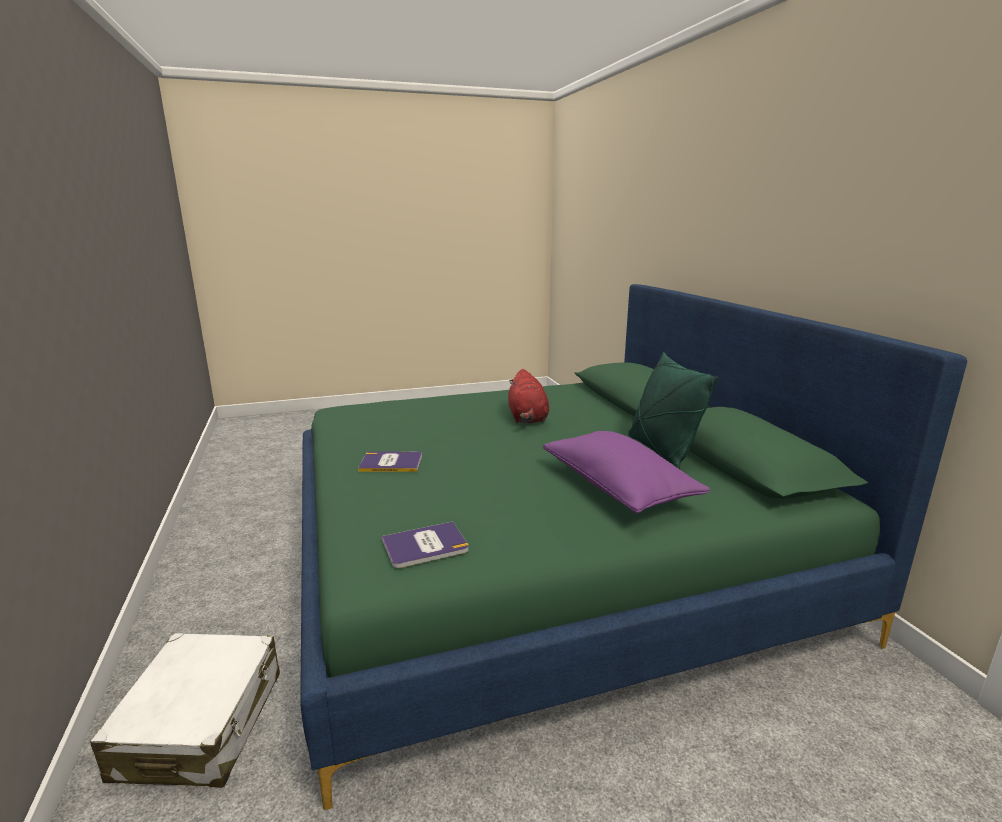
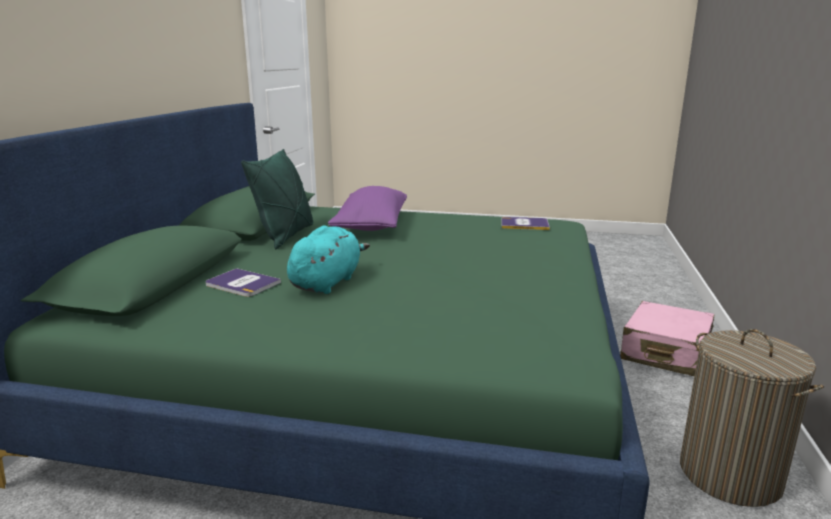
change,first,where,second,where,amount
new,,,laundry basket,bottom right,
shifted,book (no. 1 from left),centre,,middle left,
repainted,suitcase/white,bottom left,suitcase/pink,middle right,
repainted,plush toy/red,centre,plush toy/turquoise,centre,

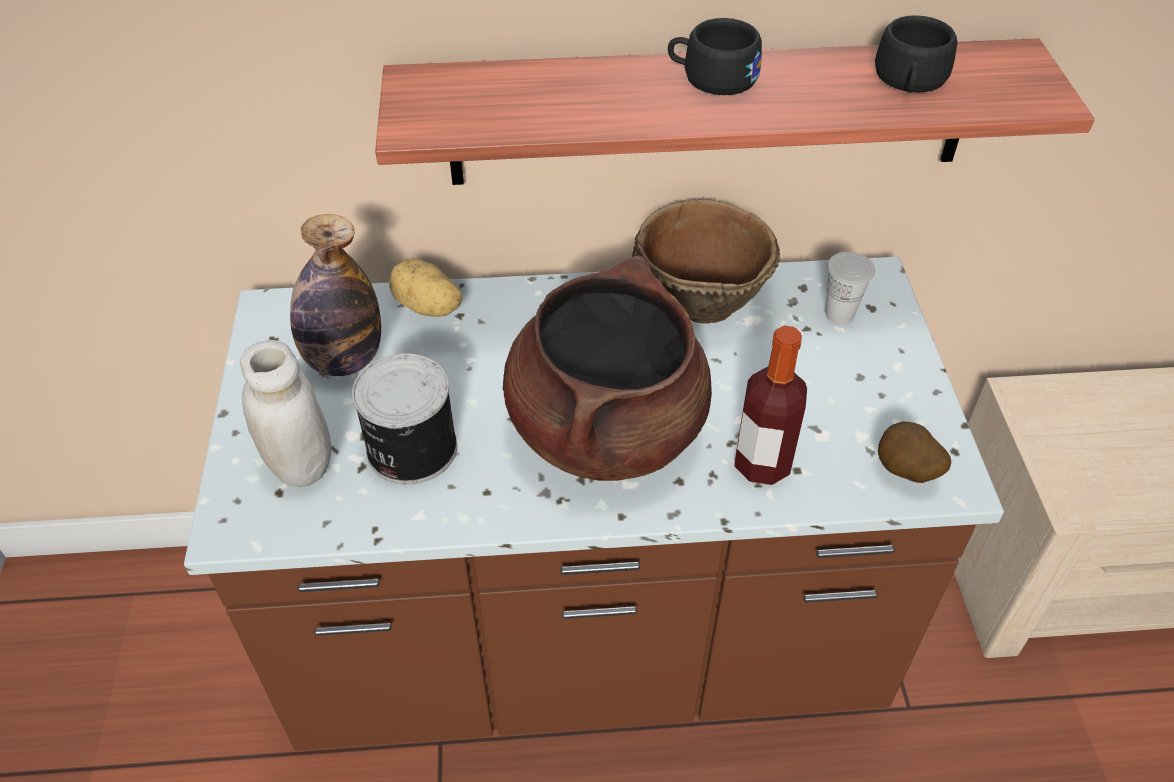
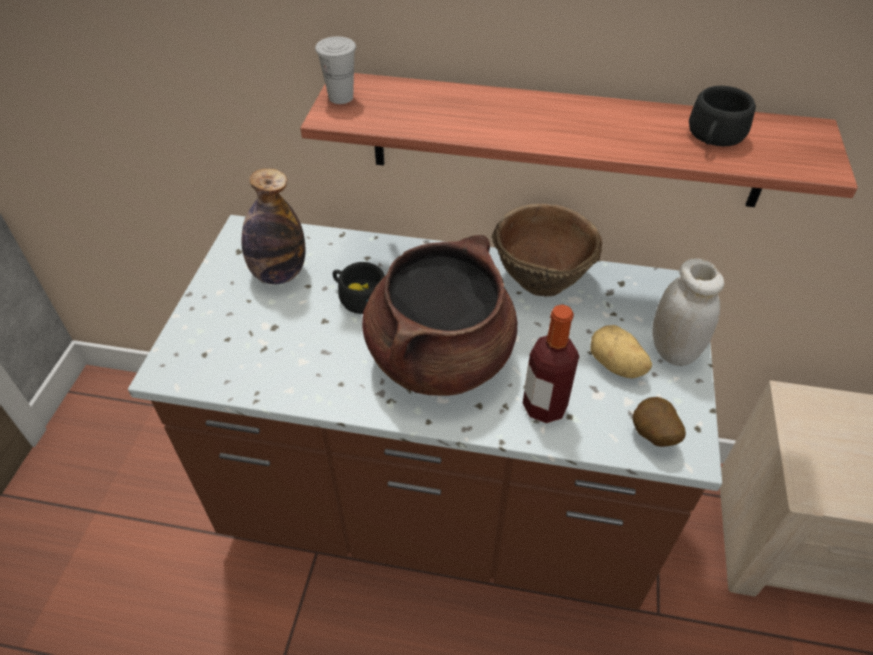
change,first,where,second,where,amount
gone,can,centre,,,
shifted,jar/white,middle left,,middle right,
shifted,potato (no. 1 from left),centre,,middle right,
shifted,cup/black (no. 1 from left),top centre,,centre,
shifted,cup/white,middle right,,top centre,

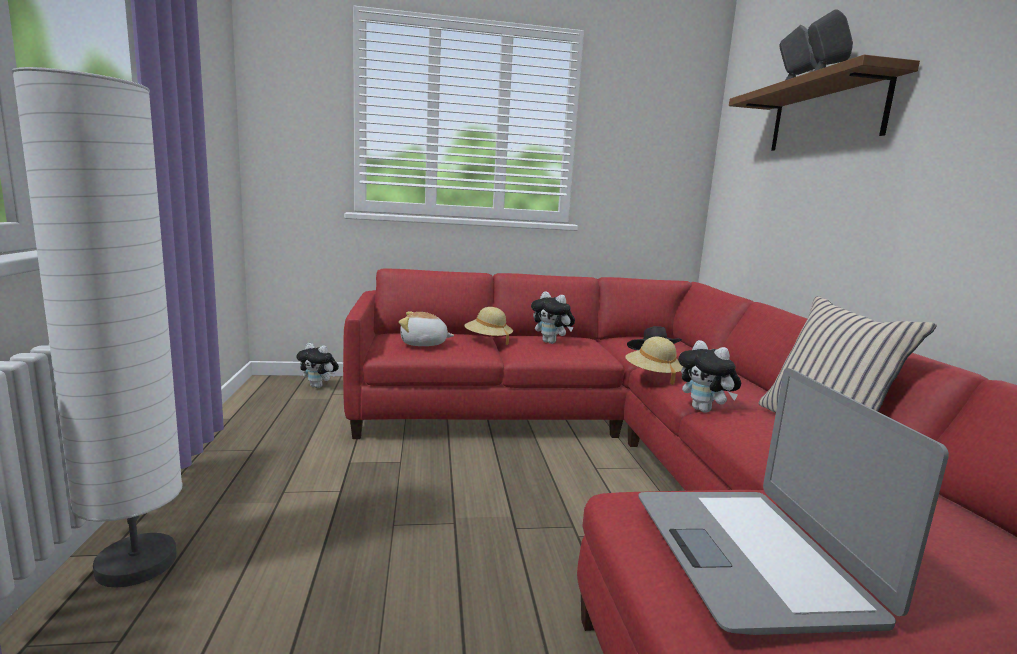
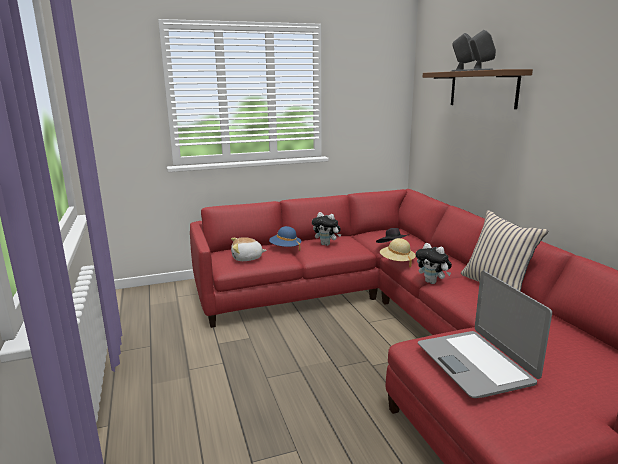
change,first,where,second,where,amount
gone,floor lamp/white,middle left,,,
gone,plush toy (no. 1 from left),middle left,,,
repainted,hat/beige (no. 1 from left),centre,hat/blue,centre,

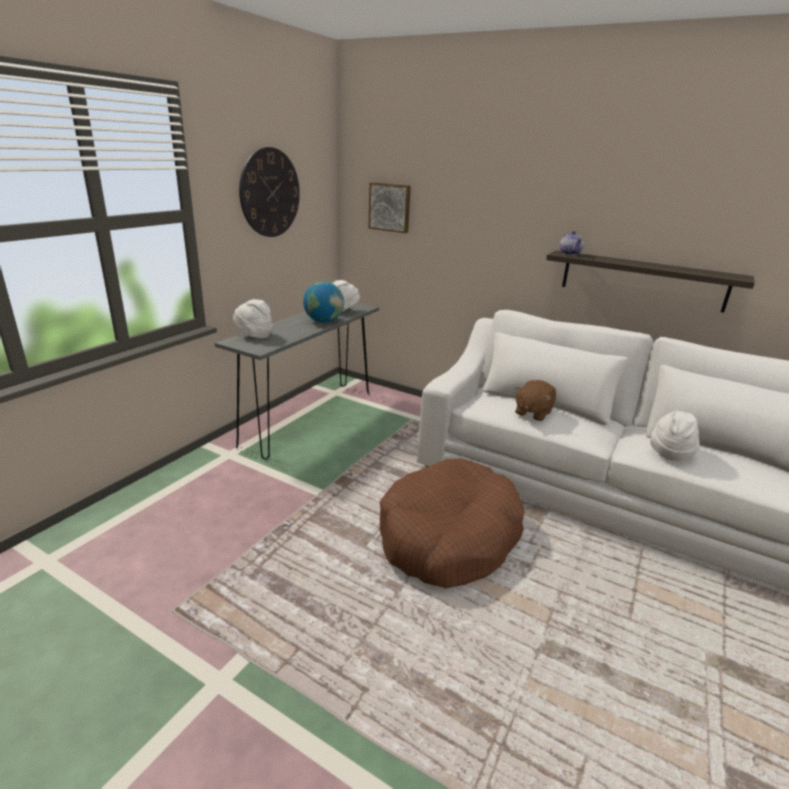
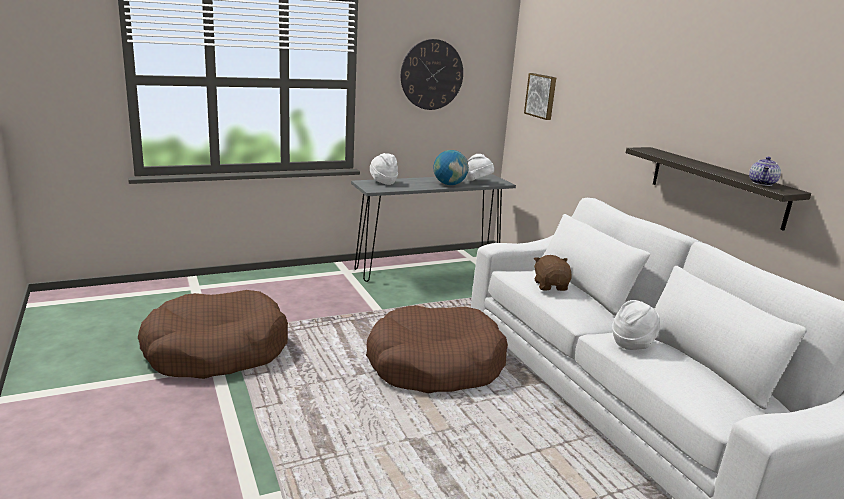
change,first,where,second,where,amount
new,,,dog bed/brown (no. 1 from left),bottom left,
shifted,teapot,top right,,middle right,
rotated,plush toy/brown,middle right,,centre,105 degrees clockwise

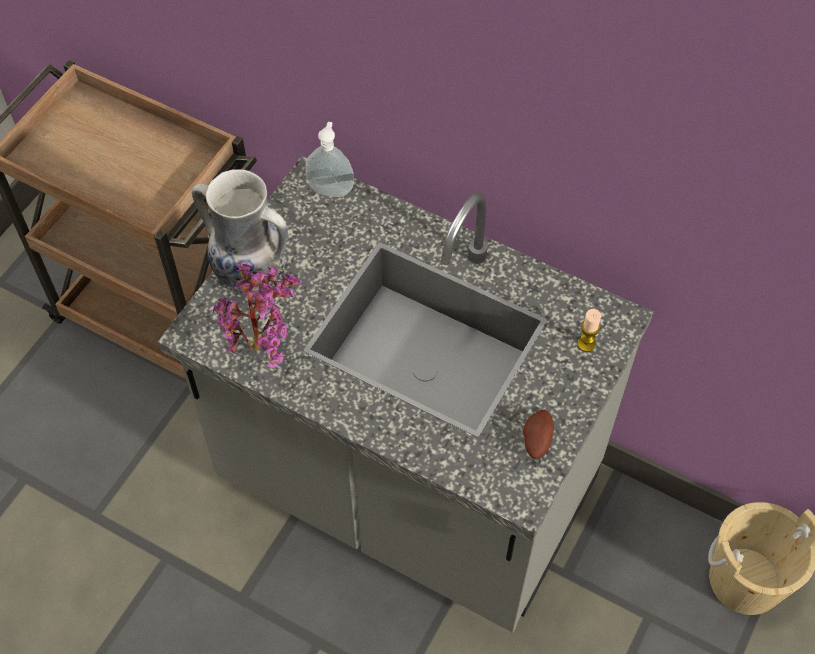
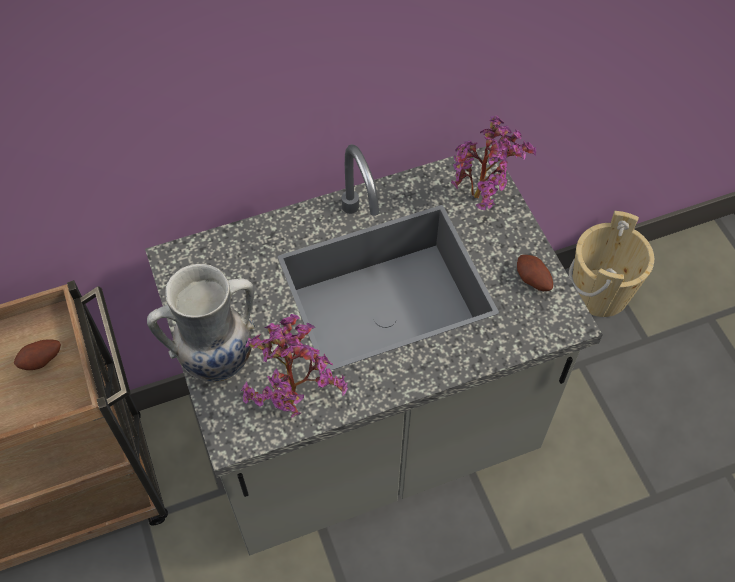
change,first,where,second,where,amount
gone,soap dispenser,top centre,,,
new,,,potato (no. 1 from left),middle left,
swapped,candle,middle right,potted plant (no. 2 from left),top right,

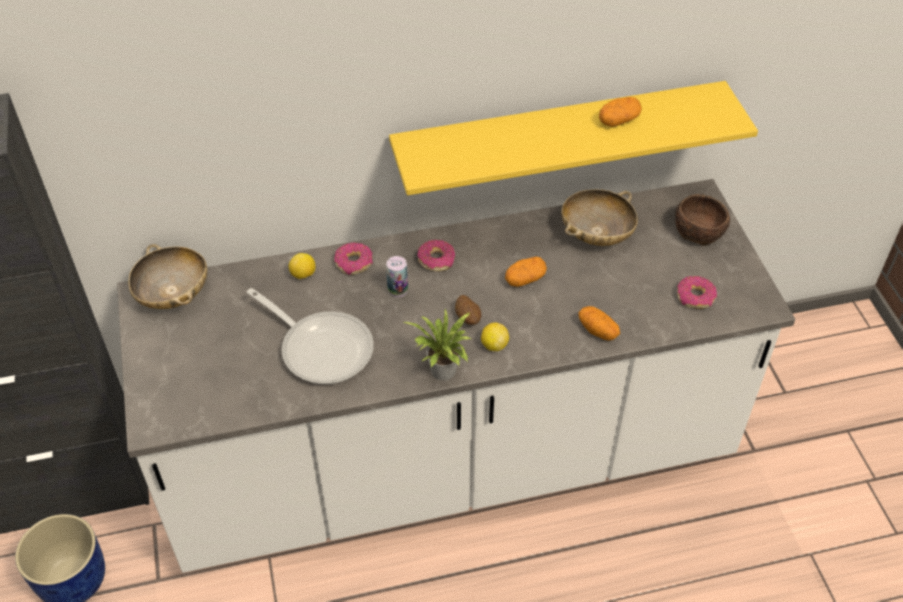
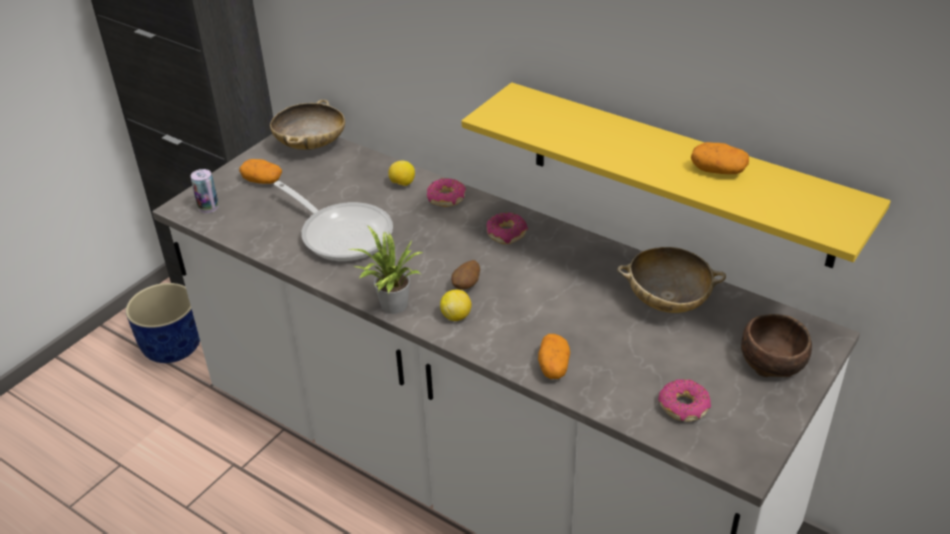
change,first,where,second,where,amount
shifted,can,centre,,middle left,
shifted,potato (no. 2 from left in the first image),centre,potato (no. 1 from left),top left,
rotated,frying pan,centre,,centre,45 degrees counterclockwise

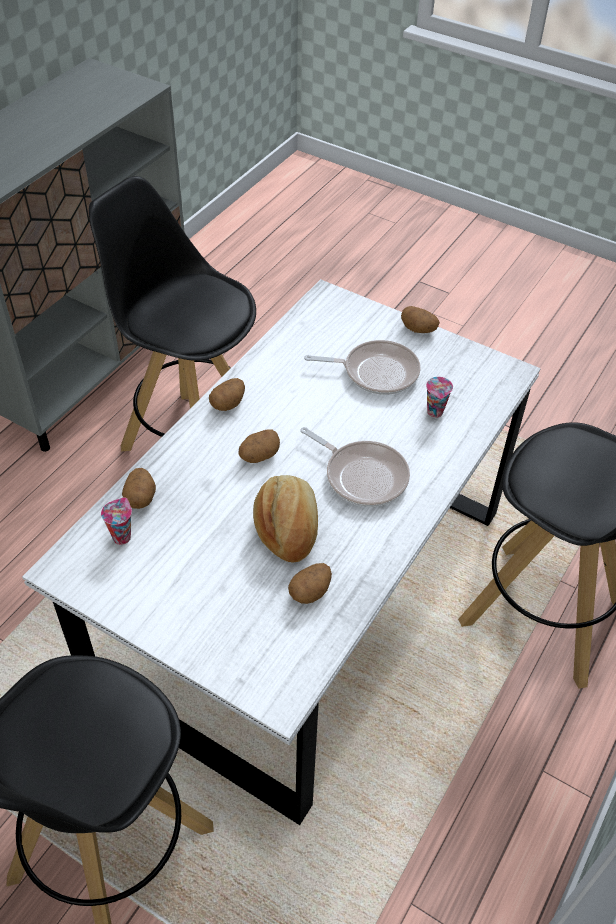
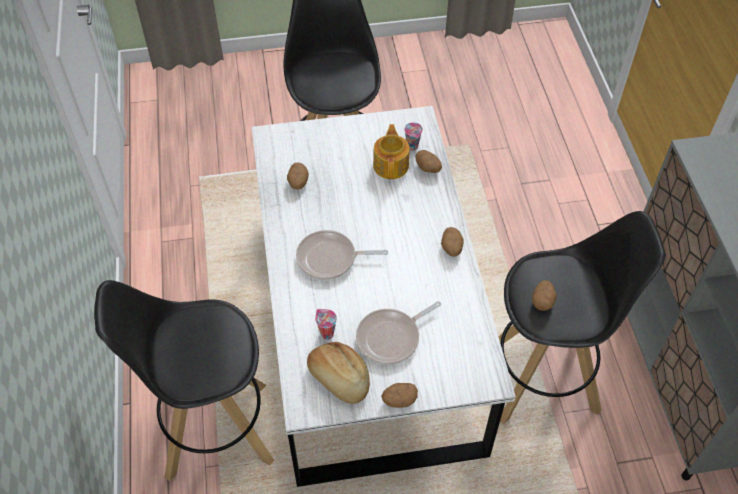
change,first,where,second,where,amount
new,,,teapot,top centre,
shifted,potato (no. 3 from left in the first image),centre,potato (no. 5 from left),middle right,
shifted,bread,centre,,bottom centre,

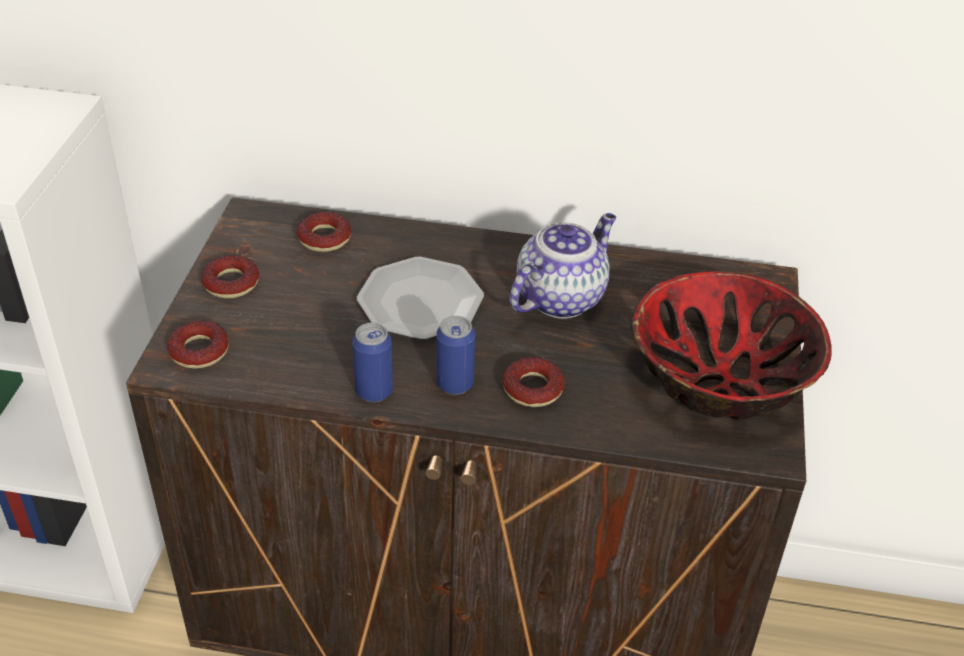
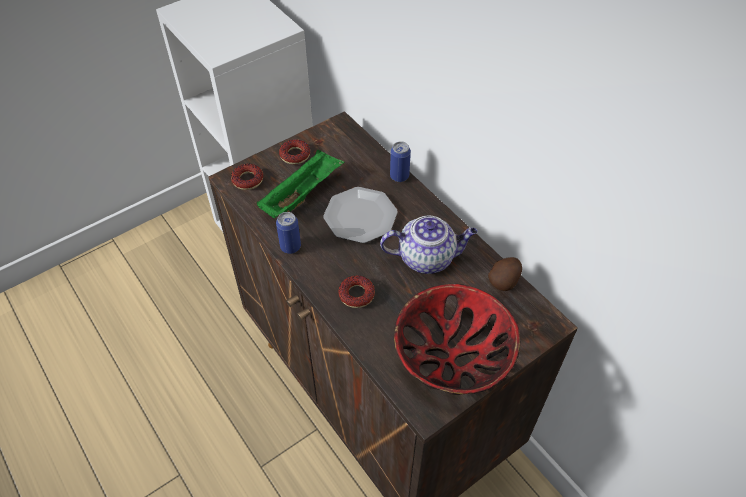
change,first,where,second,where,amount
gone,donut (no. 3 from left),centre,,,
new,,,tray/green,centre,
new,,,potato,middle right,
shifted,can (no. 2 from left),centre,,top centre,

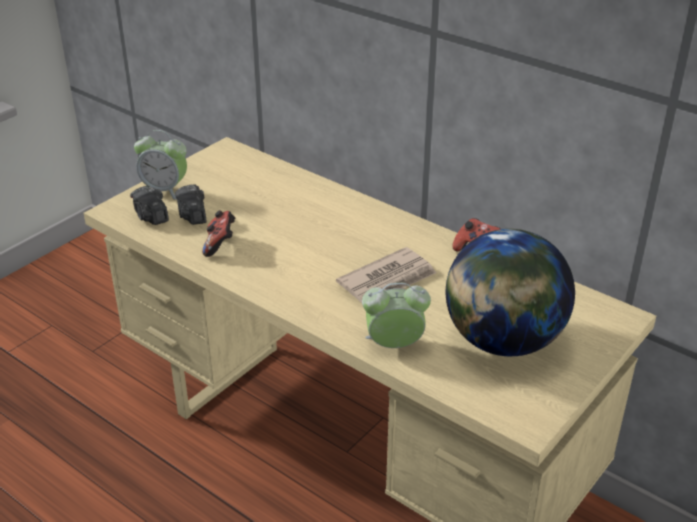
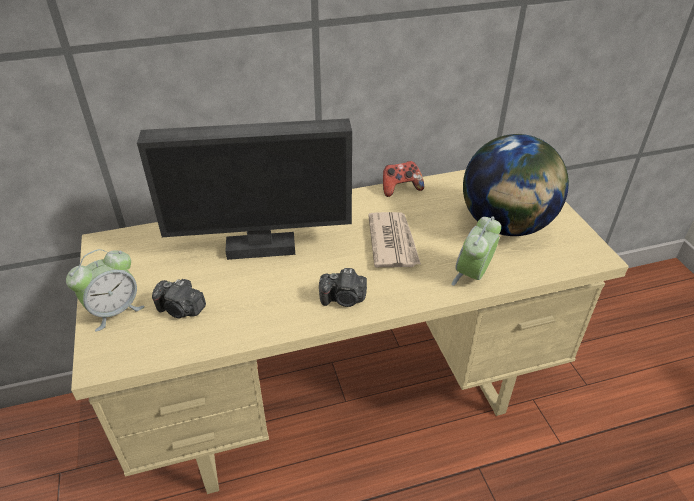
change,first,where,second,where,amount
gone,game controller (no. 1 from left),middle left,,,
new,,,monitor,centre,
shifted,photo camera (no. 1 from left in the first image),middle left,photo camera (no. 2 from left),centre,

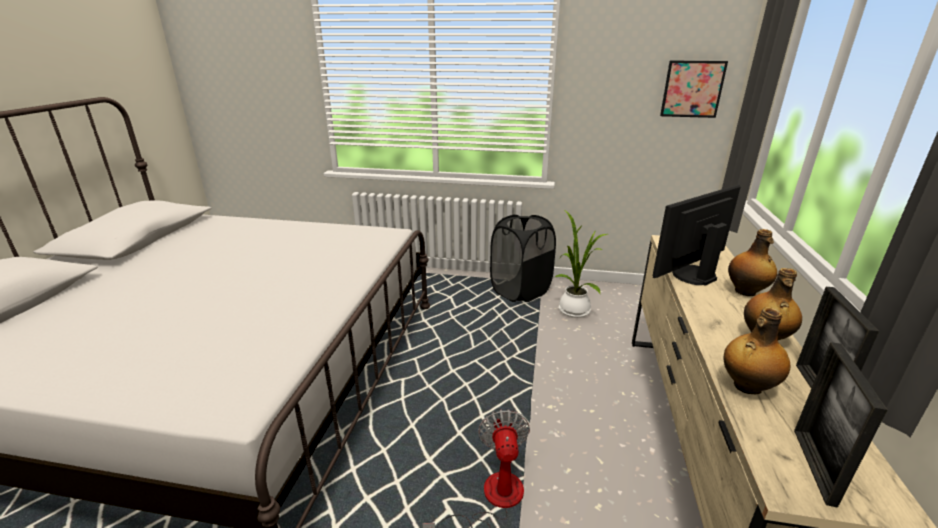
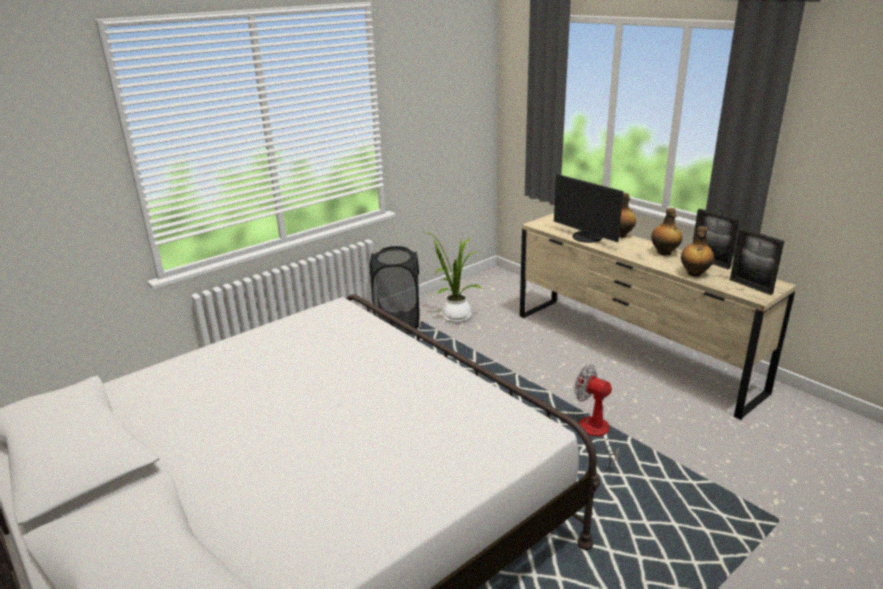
change,first,where,second,where,amount
gone,picture,top right,,,
rotated,monitor,middle right,,centre,45 degrees counterclockwise

